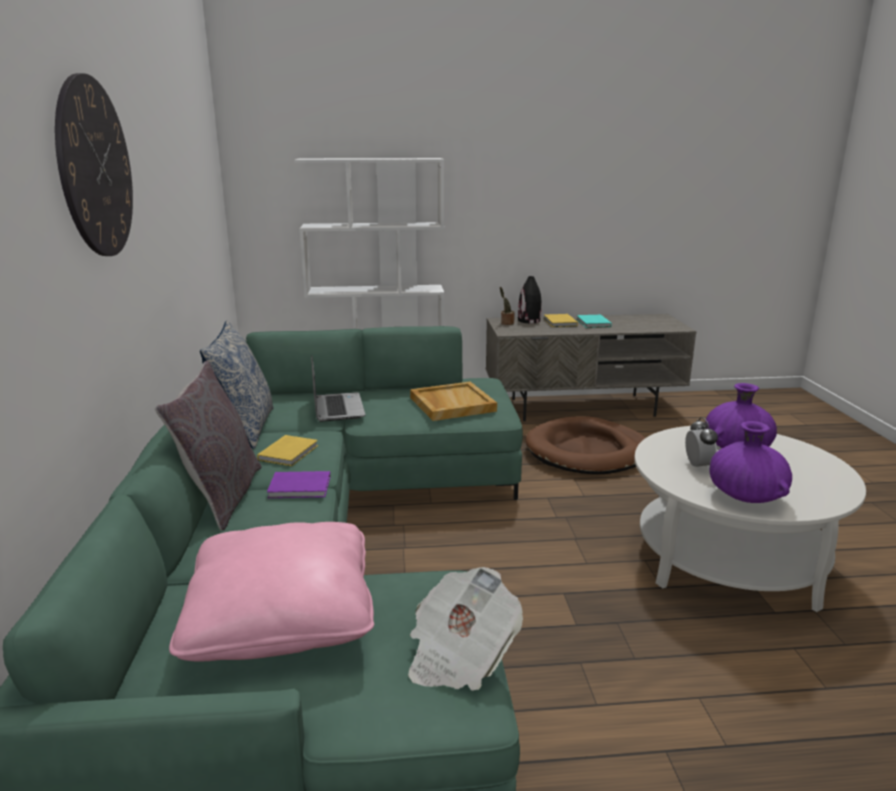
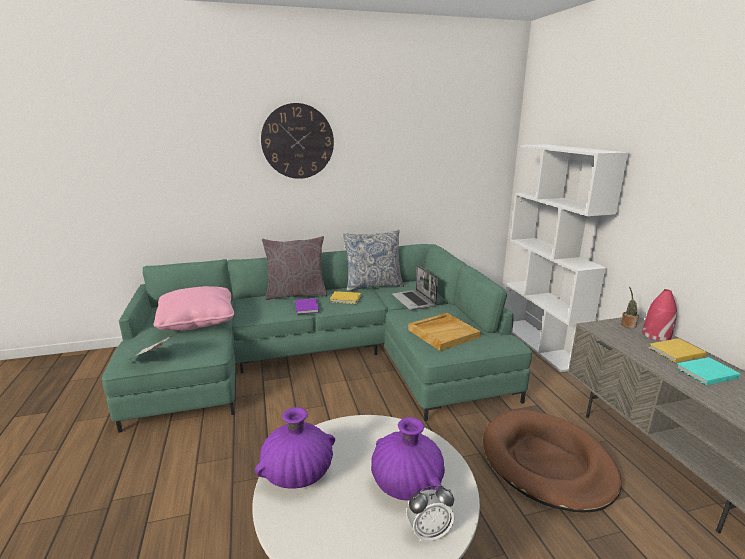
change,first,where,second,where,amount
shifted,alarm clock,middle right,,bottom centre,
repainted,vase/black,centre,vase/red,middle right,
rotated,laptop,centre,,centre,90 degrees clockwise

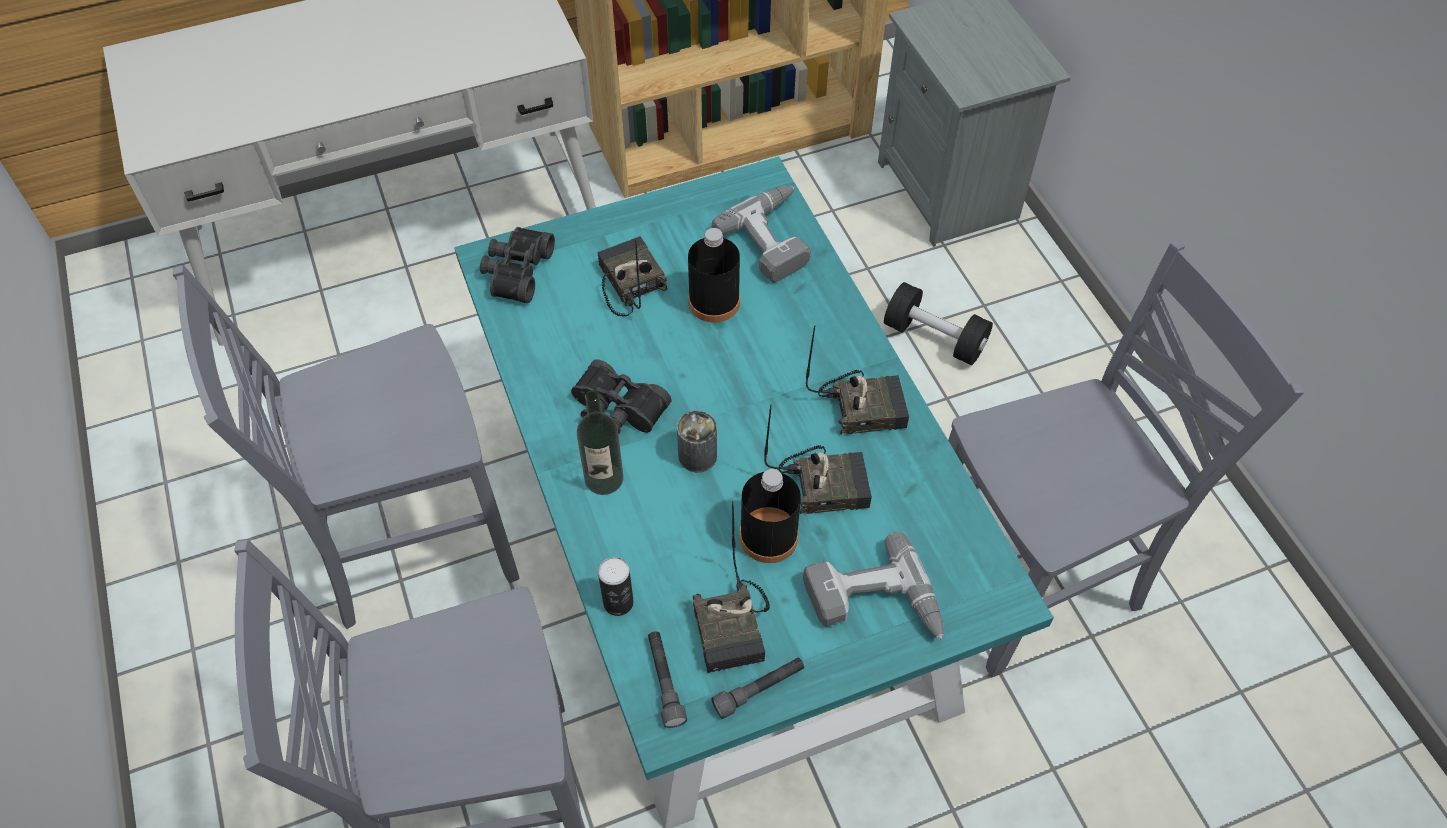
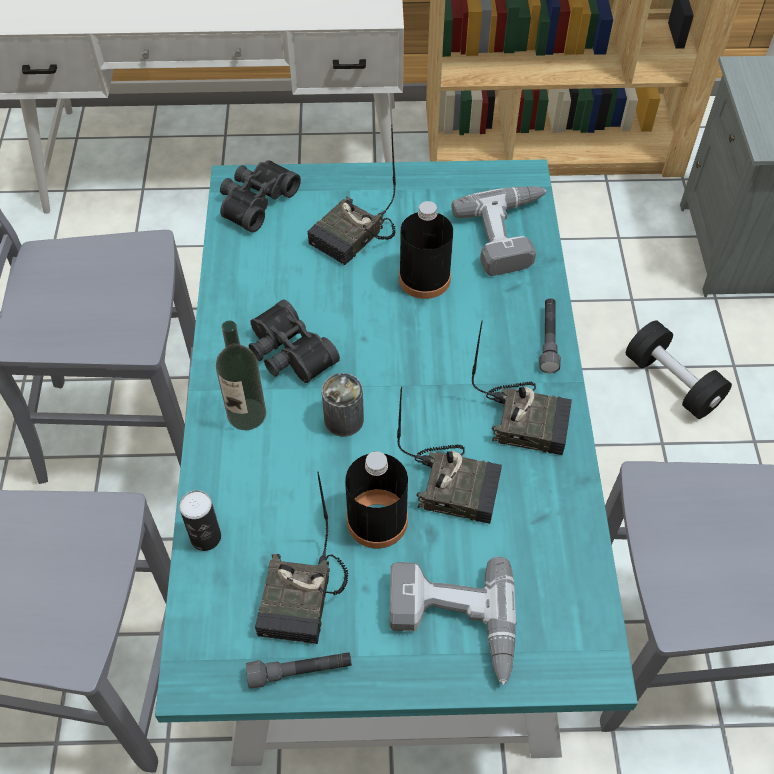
change,first,where,second,where,amount
shifted,flashlight/grey (no. 1 from left in the first image),bottom centre,flashlight/grey (no. 2 from left),middle right,
rotated,radio (no. 1 from left in the first image),centre,radio (no. 2 from left),top centre,135 degrees counterclockwise

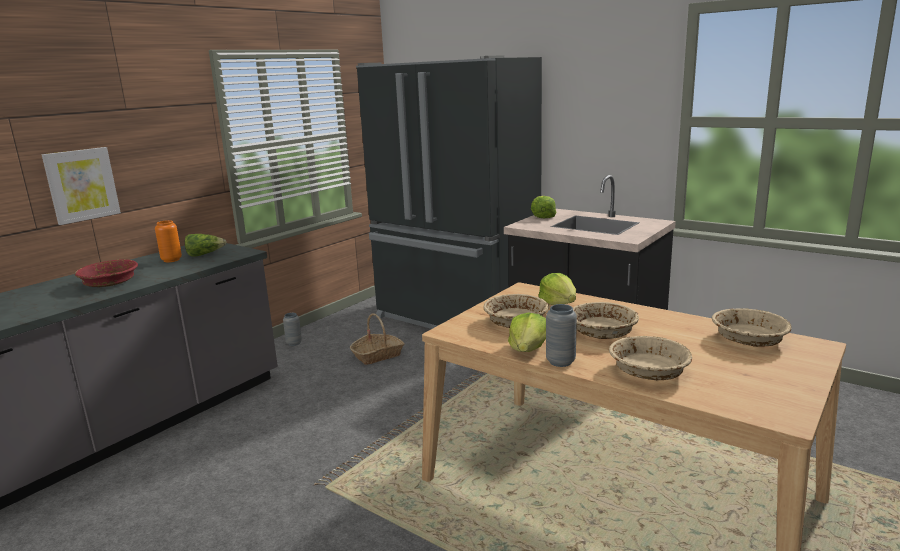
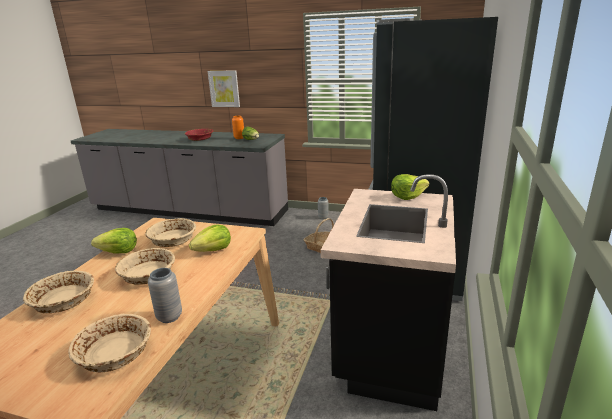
change,first,where,second,where,amount
shifted,vase/grey (no. 2 from left in the first image),centre,vase/grey (no. 1 from left),bottom left,

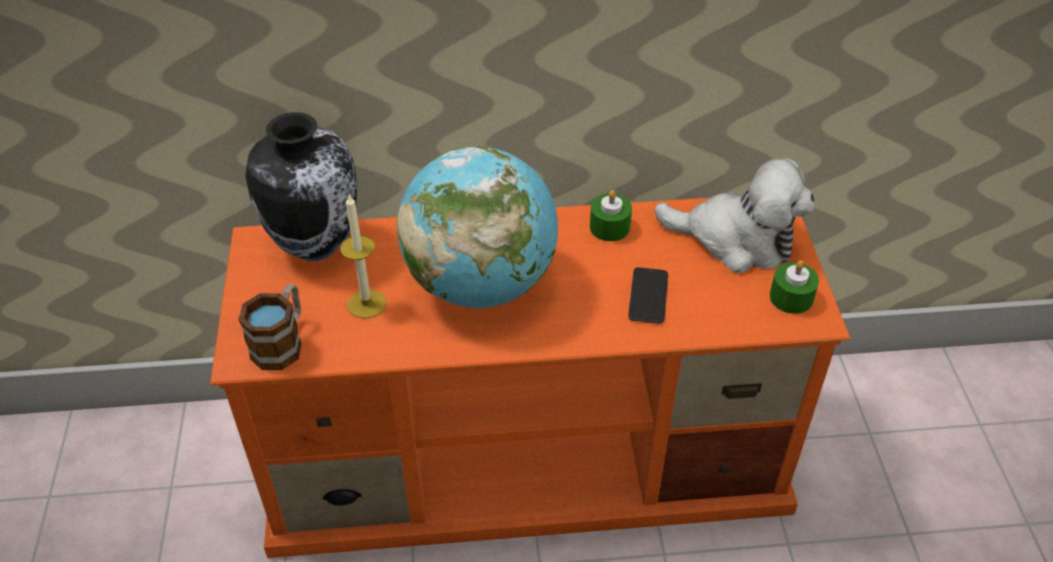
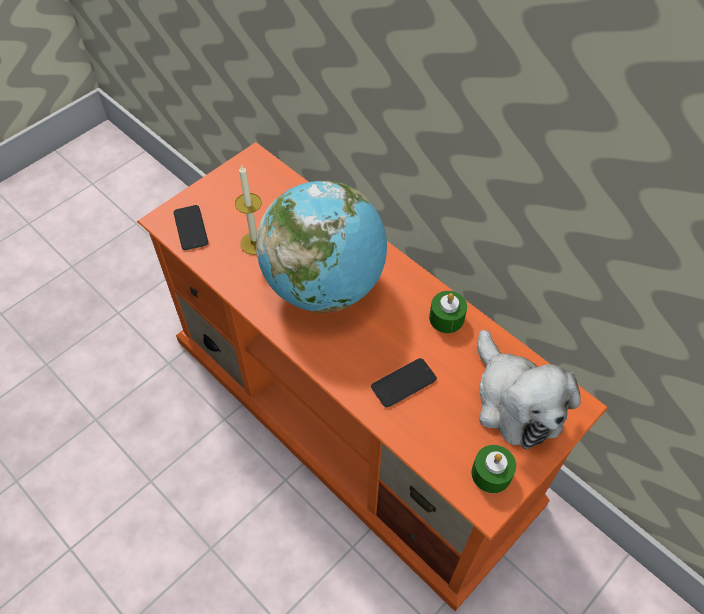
change,first,where,second,where,amount
gone,vase,top left,,,
swapped,mug,middle left,phone (no. 1 from left),middle left,

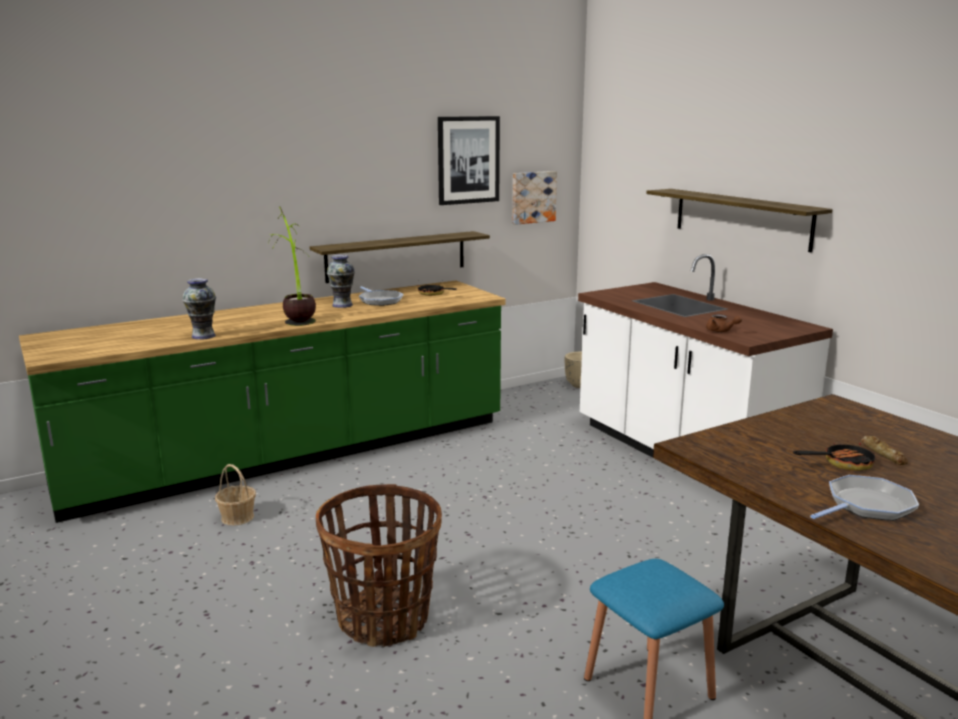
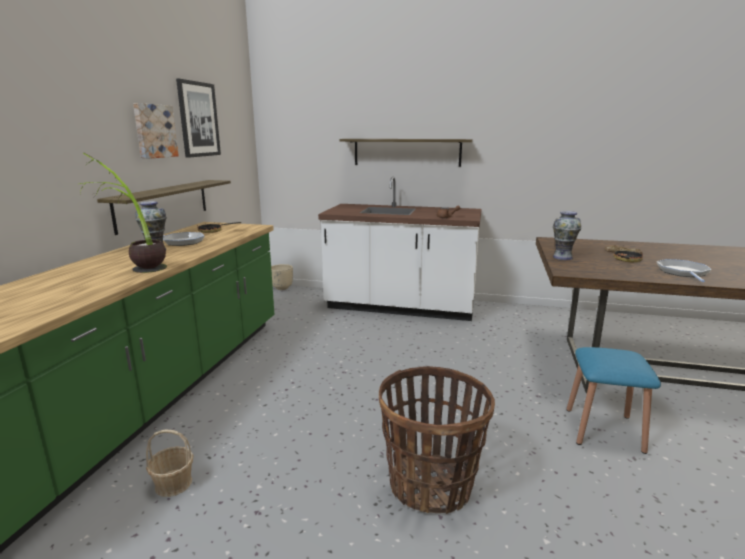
change,first,where,second,where,amount
shifted,vase (no. 1 from left in the first image),middle left,vase (no. 2 from left),middle right,
shifted,picture (no. 2 from left in the first image),top centre,picture (no. 1 from left),top left,

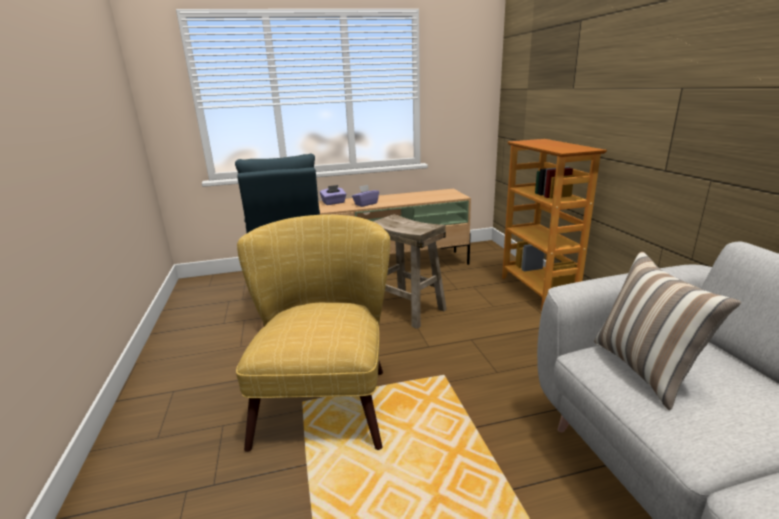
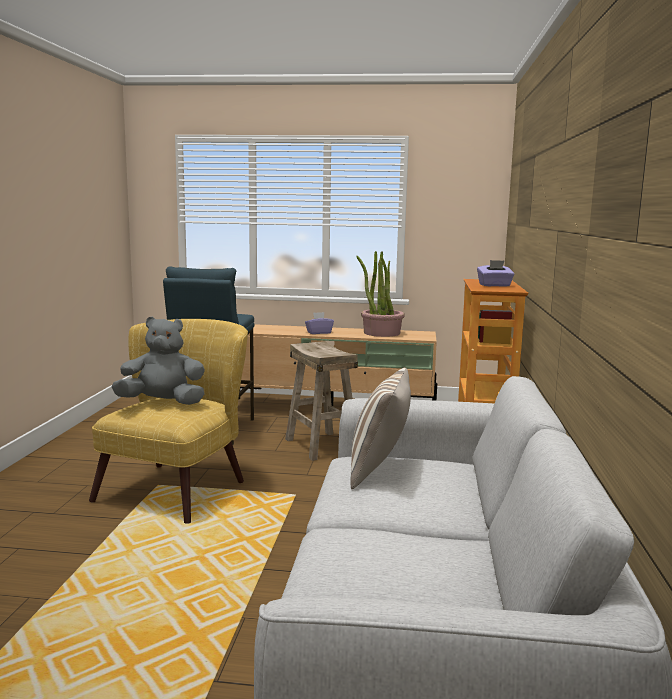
change,first,where,second,where,amount
new,,,plush toy/grey,middle left,
new,,,potted plant,centre,
shifted,tissue box/purple (no. 1 from left in the first image),centre,tissue box/purple (no. 2 from left),middle right,

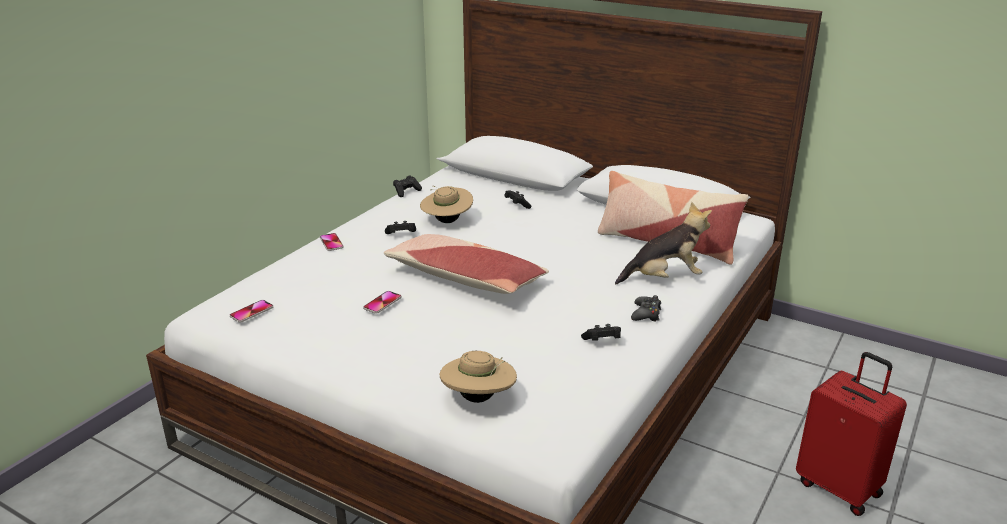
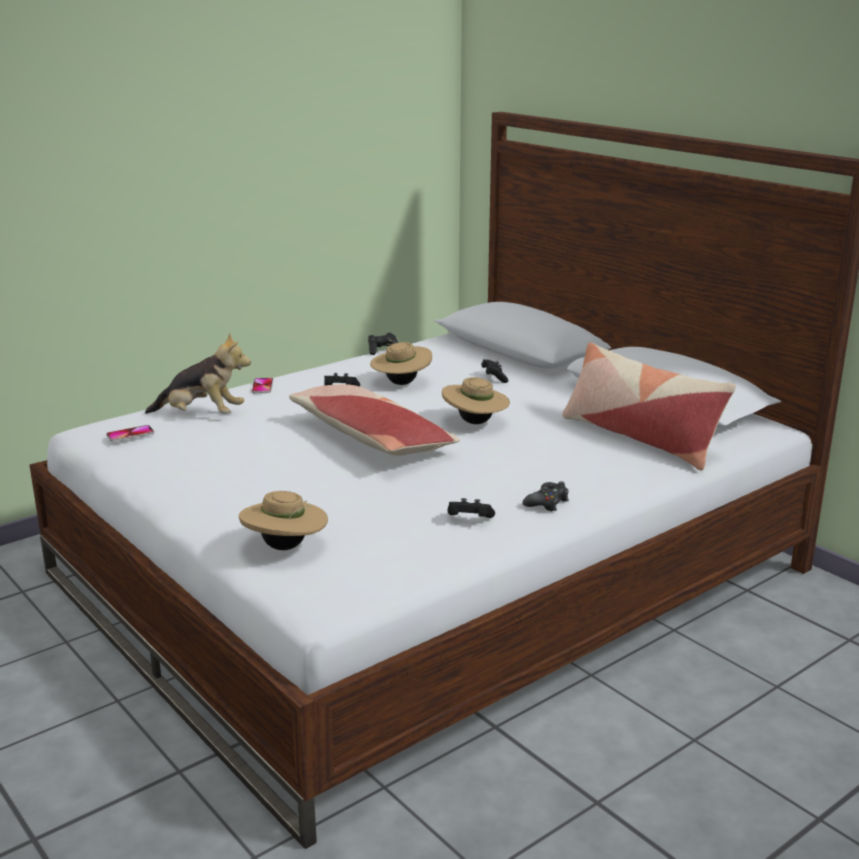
change,first,where,second,where,amount
gone,phone (no. 3 from left),centre,,,
gone,suitcase/red,bottom right,,,
new,,,hat/beige (no. 3 from left),centre,
shifted,plush toy,centre,,middle left,

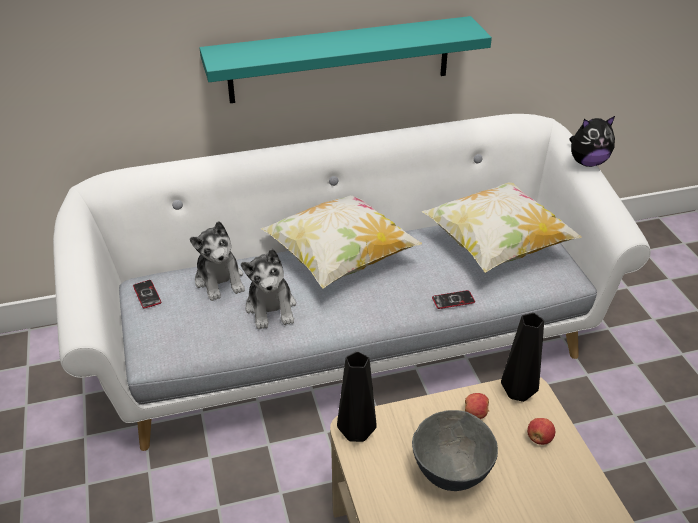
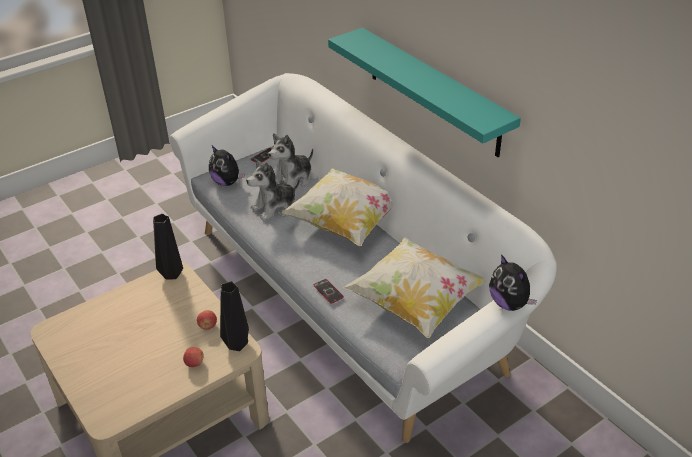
change,first,where,second,where,amount
gone,bowl/grey,bottom centre,,,
new,,,plush toy (no. 1 from left),middle left,

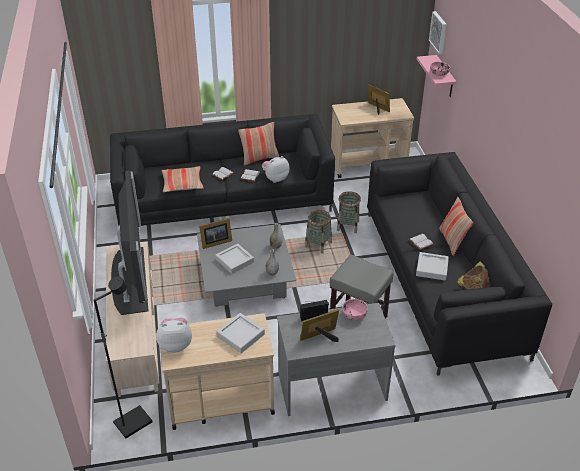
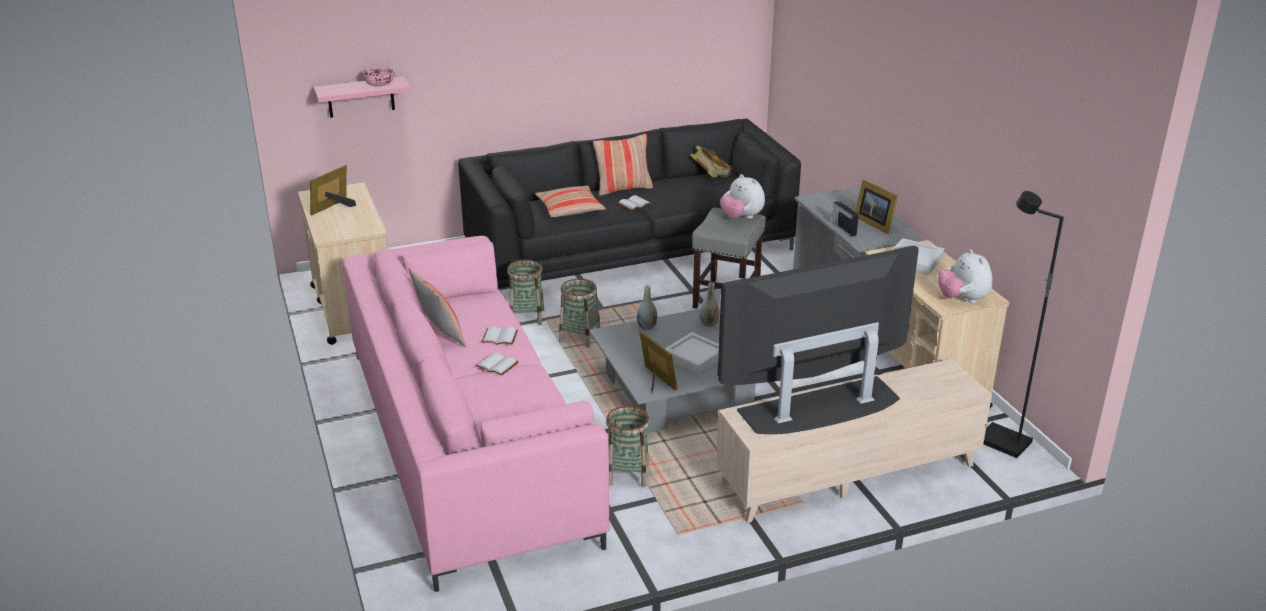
change,first,where,second,where,amount
gone,bowl/pink (no. 1 from left),centre,,,
gone,tray/grey (no. 3 from left),middle right,,,
gone,picture,top right,,,
new,,,basket (no. 3 from left),bottom centre,
shifted,pillow (no. 1 from left in the first image),middle left,pillow (no. 2 from left),top centre,
shifted,plush toy (no. 2 from left in the first image),centre,plush toy (no. 1 from left),top centre,
repainted,sofa/black (no. 1 from left),centre,sofa/pink,bottom centre,

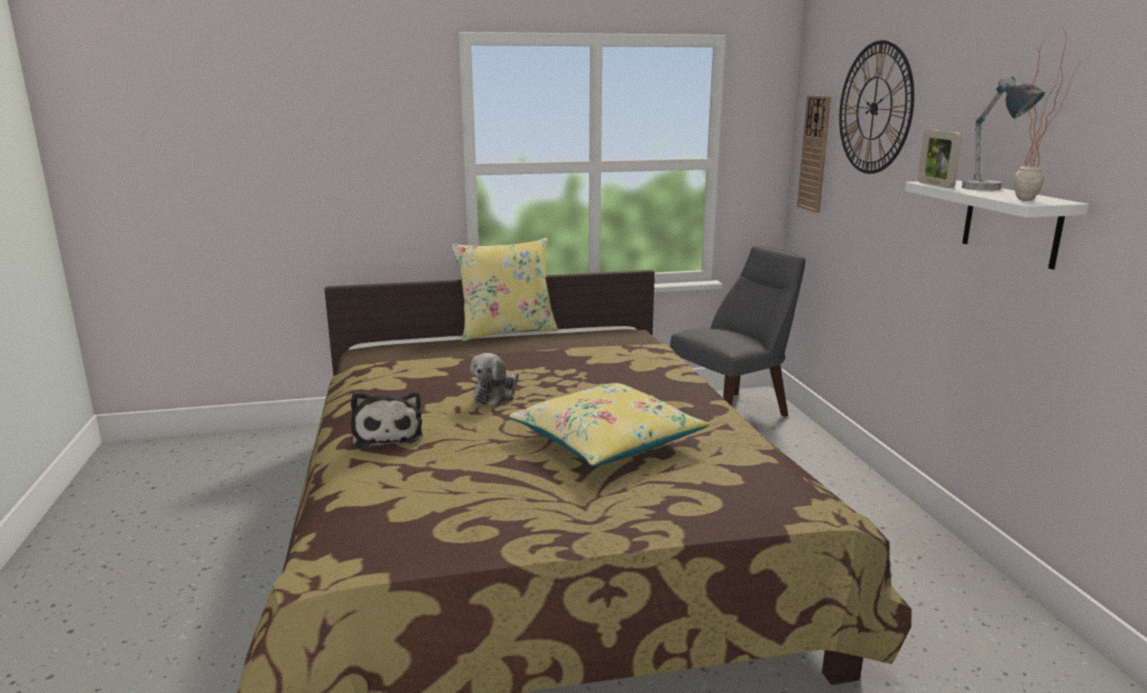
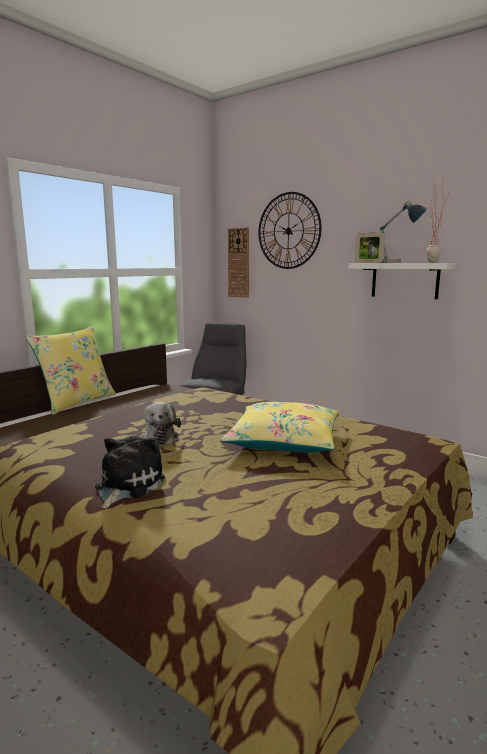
change,first,where,second,where,amount
rotated,plush toy (no. 1 from left),centre,,middle left,105 degrees counterclockwise

